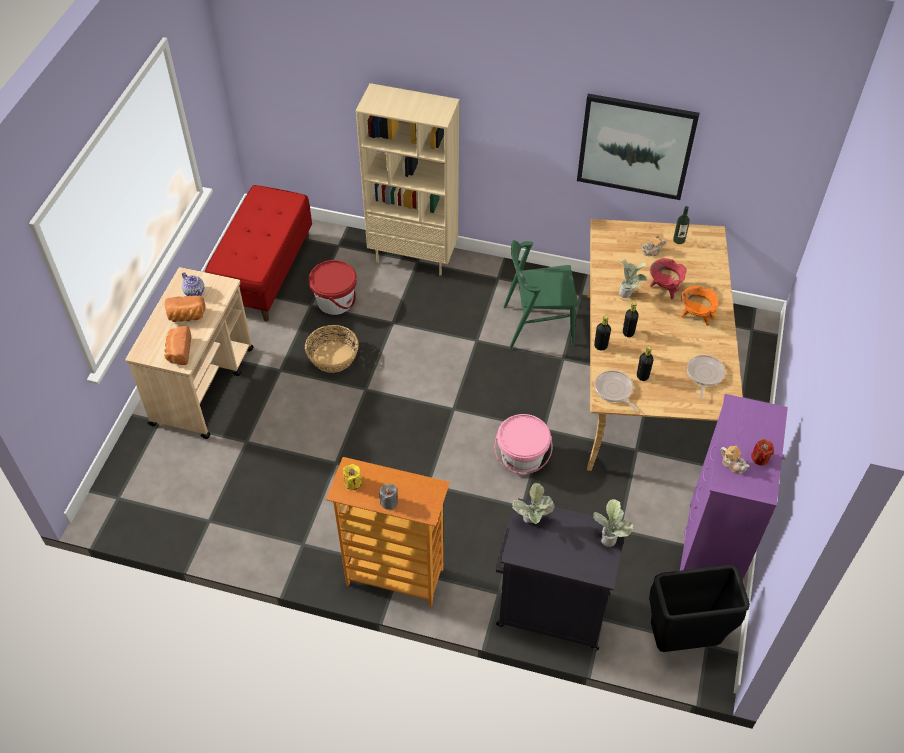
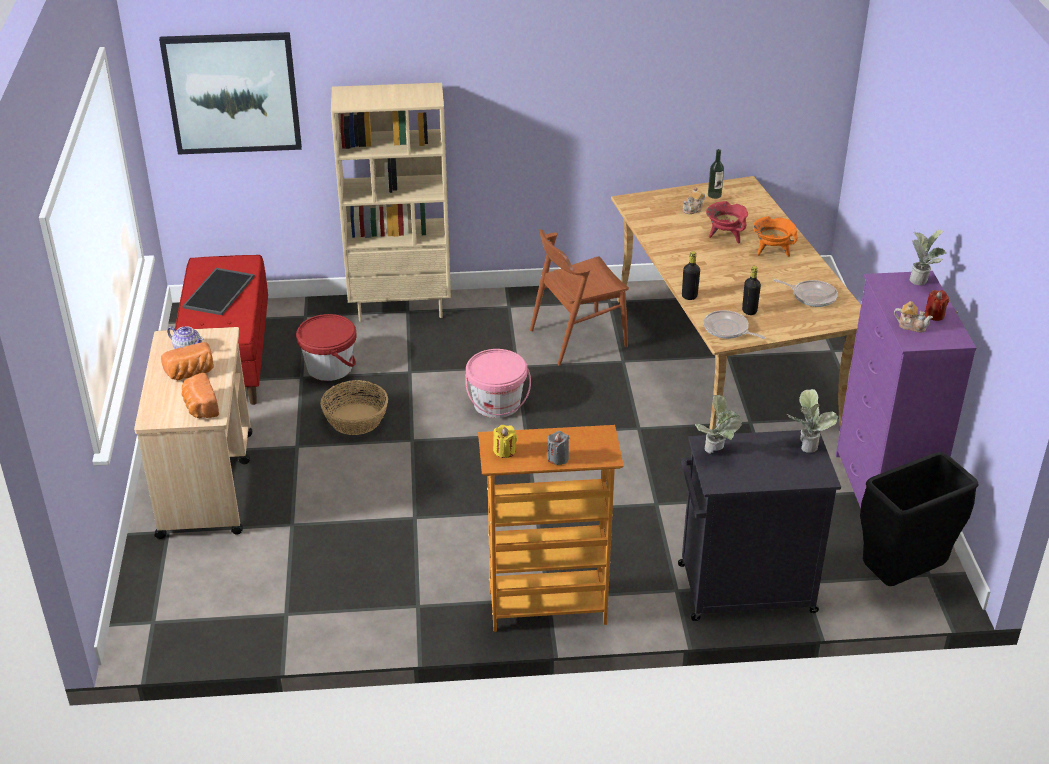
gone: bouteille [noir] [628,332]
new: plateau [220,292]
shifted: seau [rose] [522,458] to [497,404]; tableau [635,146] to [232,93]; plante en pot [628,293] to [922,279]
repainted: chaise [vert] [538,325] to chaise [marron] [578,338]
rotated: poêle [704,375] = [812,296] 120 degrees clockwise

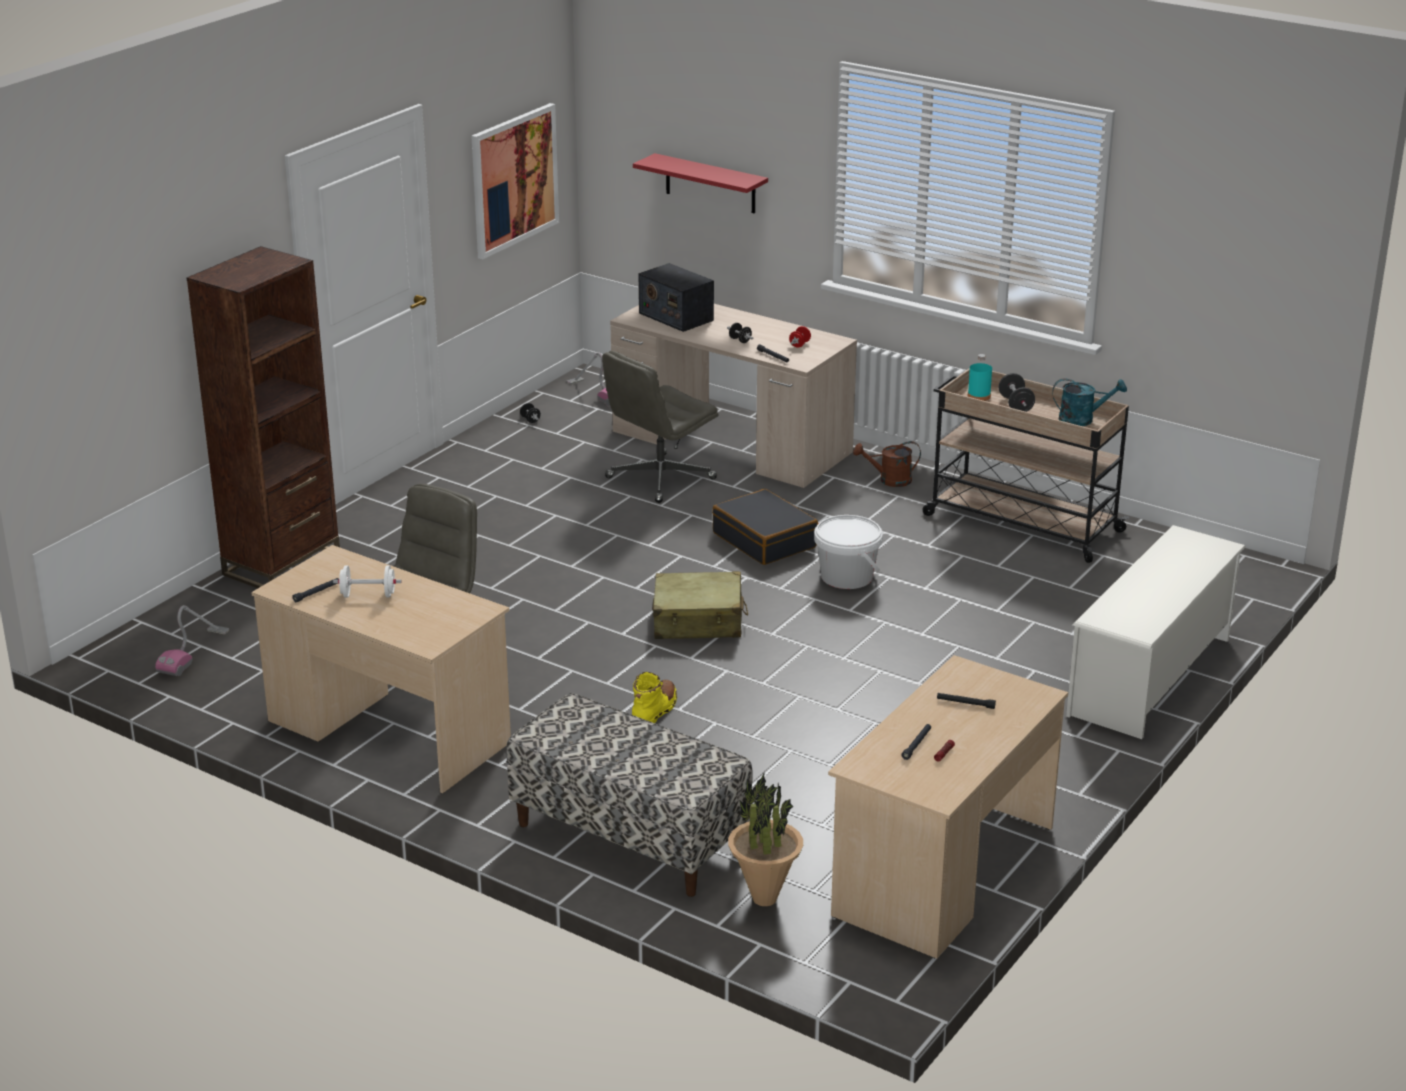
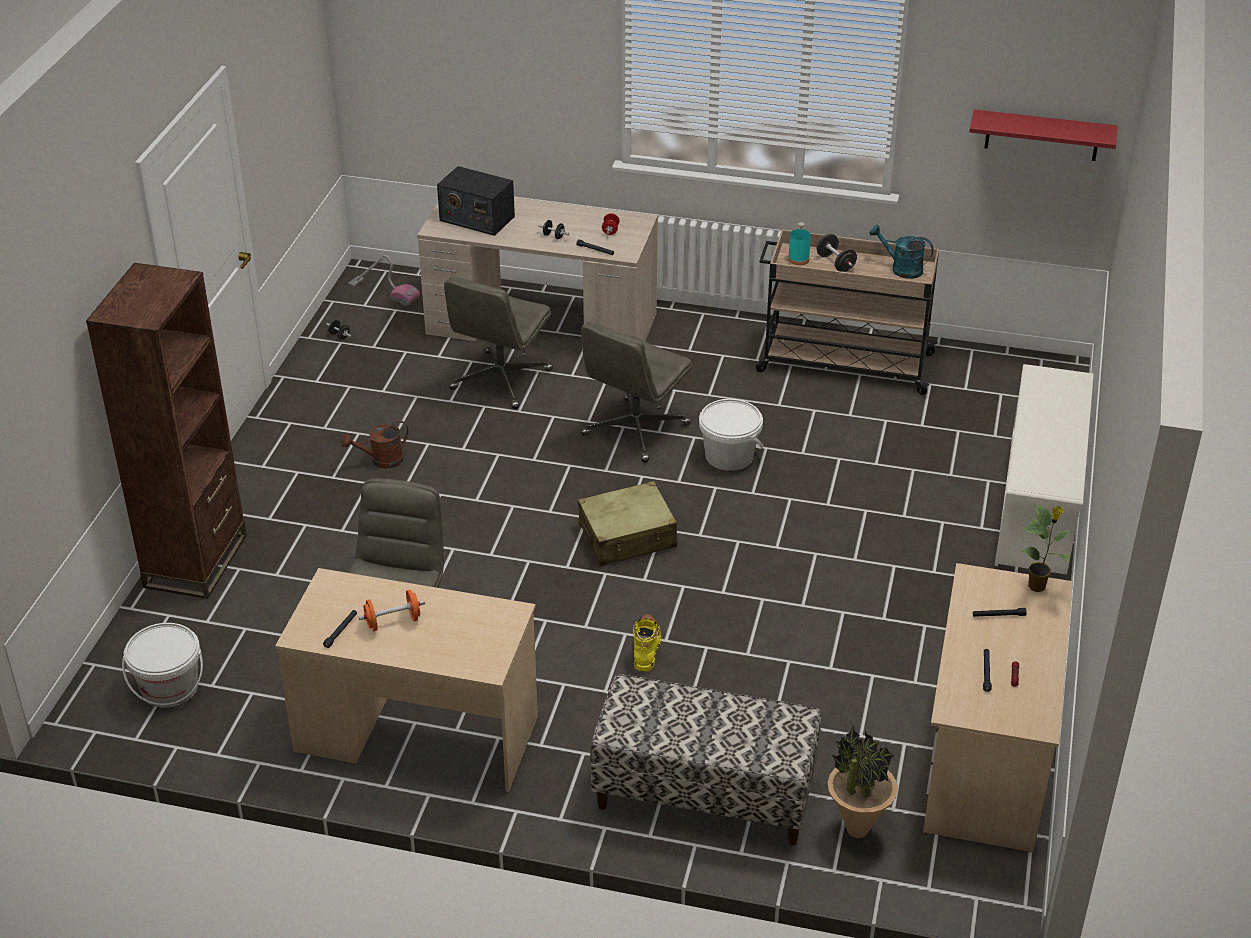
gone: tableau [514,180]
new: plante en pot [1038,586]
shifted: étagère [rouge] [710,184] to [1042,135]; arrosoir [marron] [889,480] to [381,461]
swapped: aspirateur [193,652] to seau [blanc] [169,688]; valise [noir] [765,540] to chaise de bureau [gris] [635,431]
repainted: haltère [blanc] [368,595] to haltère [orange] [393,622]
rotated: arrosoir [turquoise] [1082,419] = [901,269] 135 degrees counterclockwise

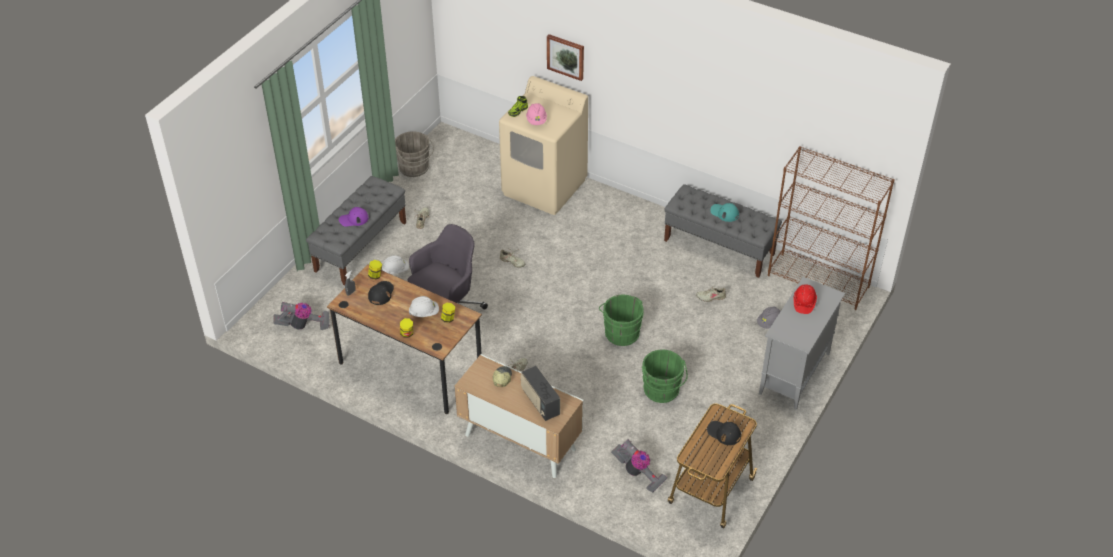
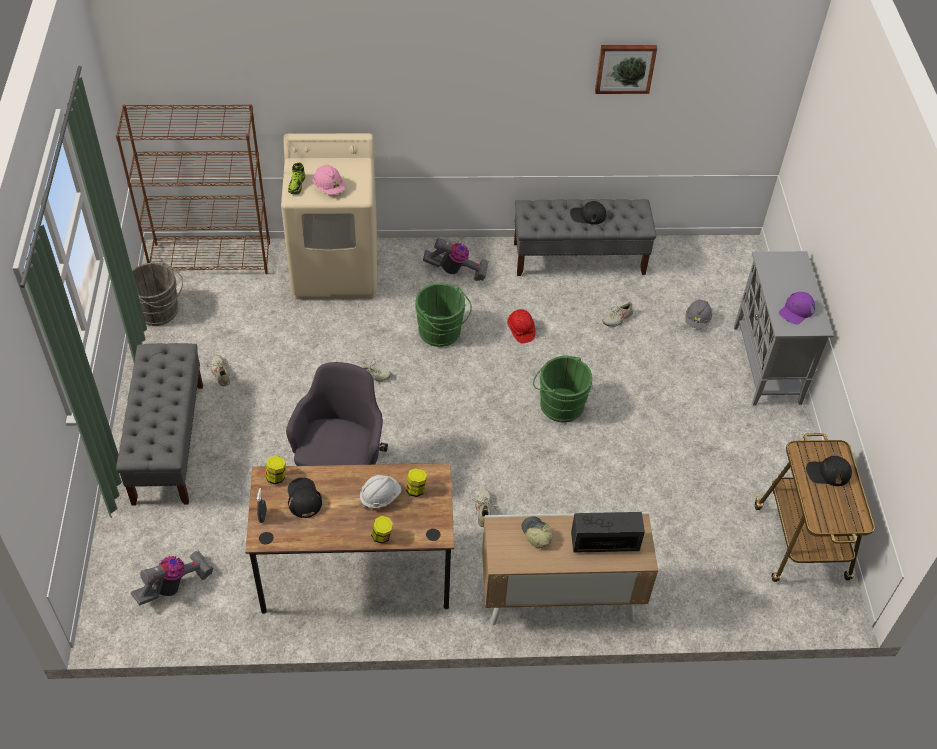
gone: casque de chantier [blanc] [396,270]
shifted: casquette [violet] [353,219] to [796,310]; tableau [566,56] to [625,68]; aspirateur [638,473] to [456,271]; seau [vert] [661,391] to [441,333]; bibliothèque [marron] [819,281] to [211,258]; casque de chantier [rouge] [803,303] to [520,330]
repainted: casquette [turquoise] [724,213] to casquette [noir] [587,215]
rotated: radio [540,402] = [605,542] 150 degrees clockwise

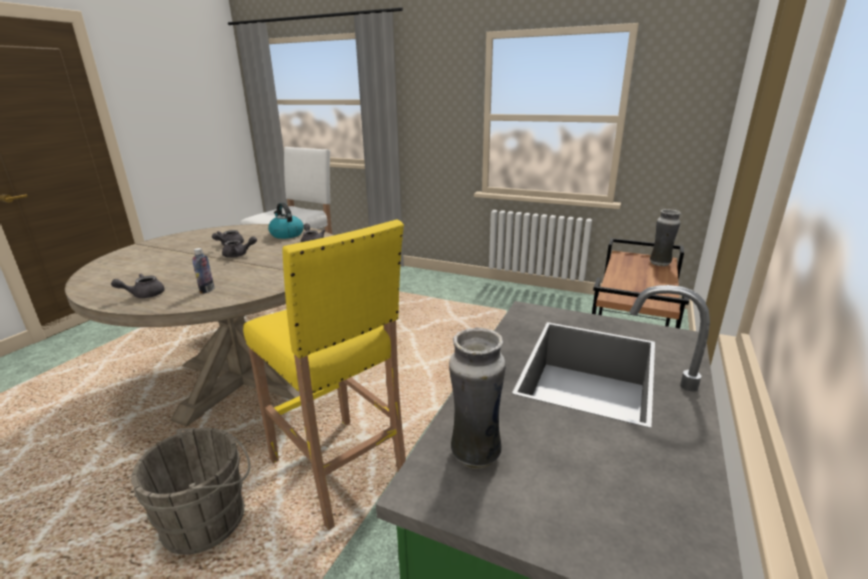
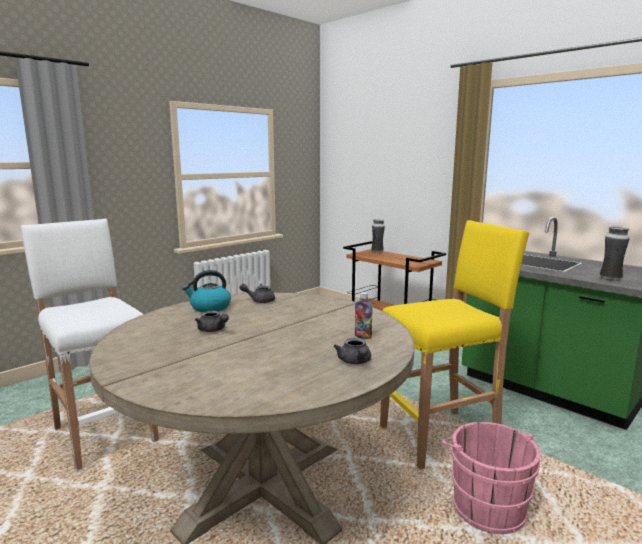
gone: théière [gris] [239,255]
repainted: seau [gris] [210,519] to seau [rose] [486,506]

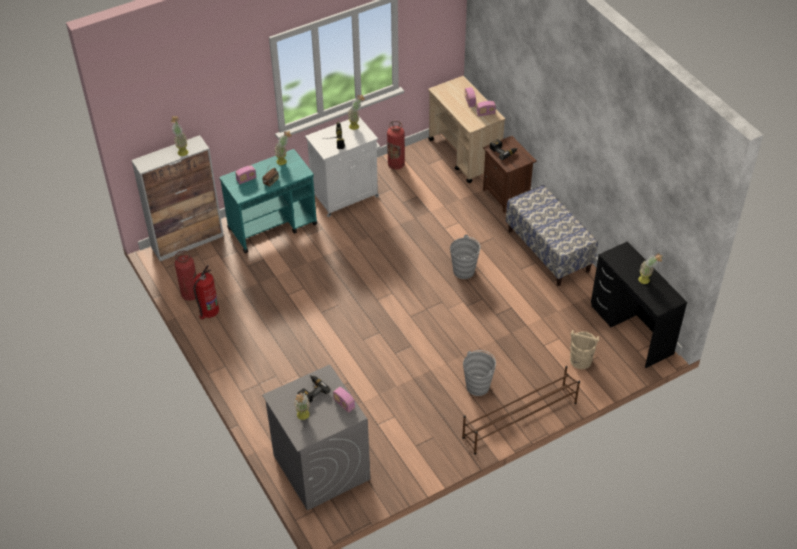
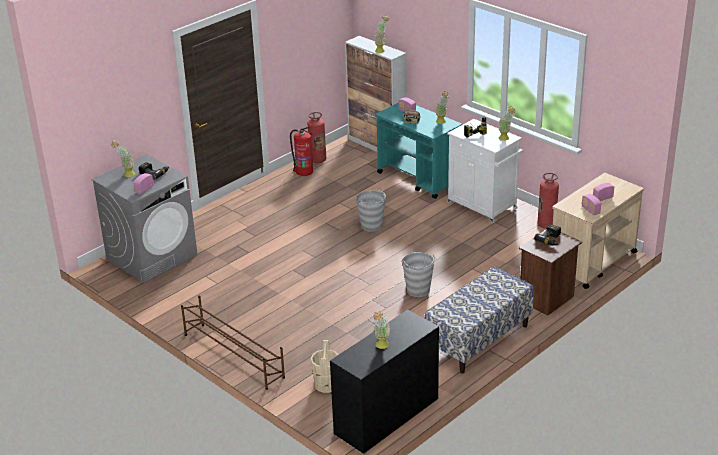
shifted: seau [gris] [478,386] to [371,226]

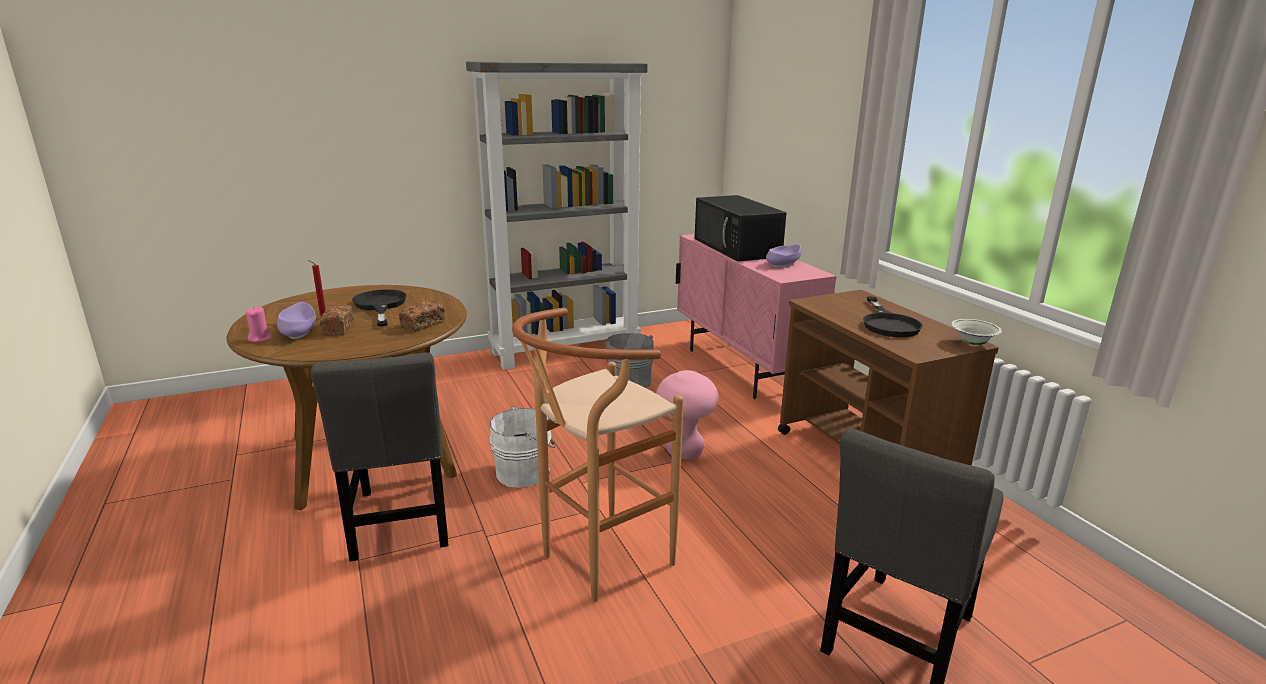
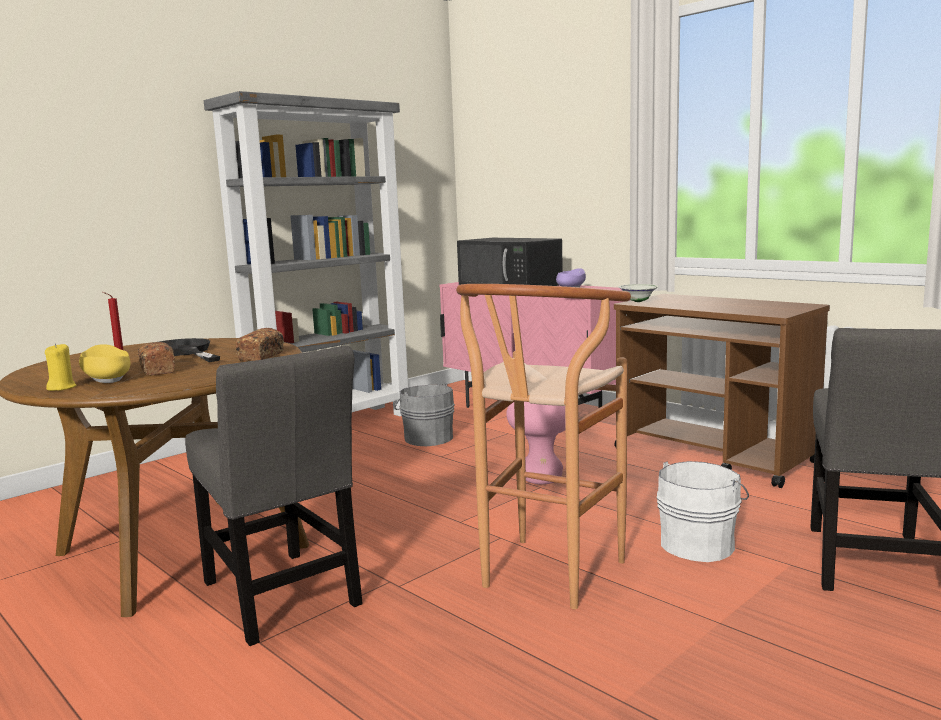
gone: poêle [noir] [888,323]
shifted: seau [blanc] [525,472] to [699,544]; bol [blanc] [972,343] to [638,301]
repainted: bougie [rose] [260,338] to bougie [jaune] [62,388]; bol [violet] [298,331] to bol [jaune] [106,378]

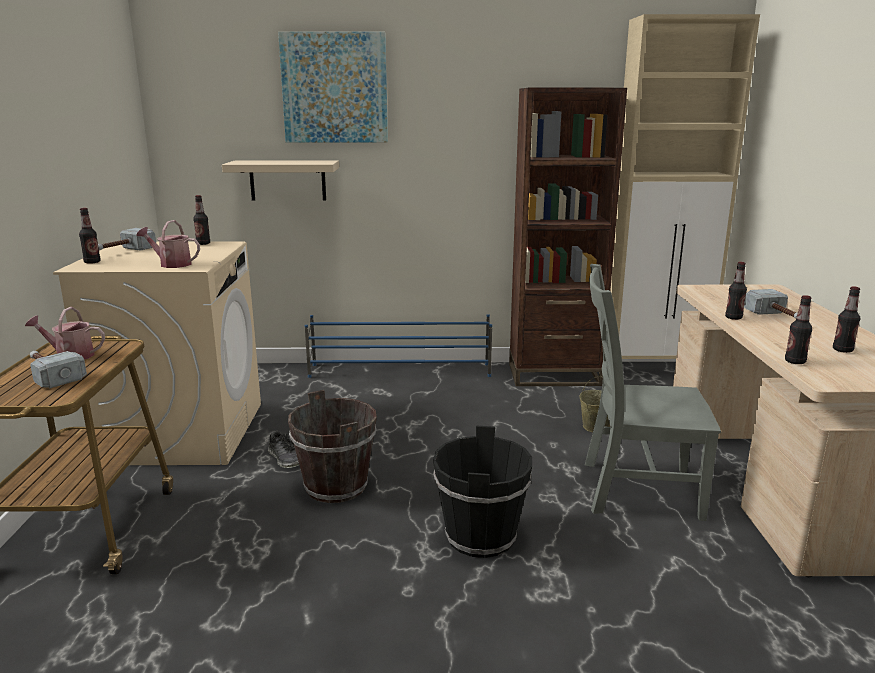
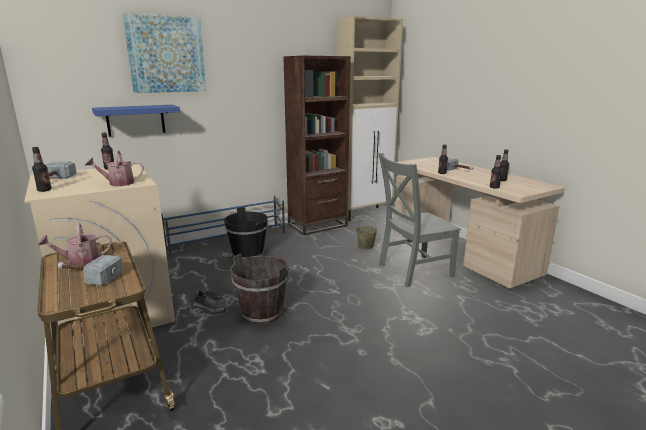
shifted: seau [noir] [481,537] to [248,255]
repainted: étagère [beige] [287,180] to étagère [bleu] [135,120]

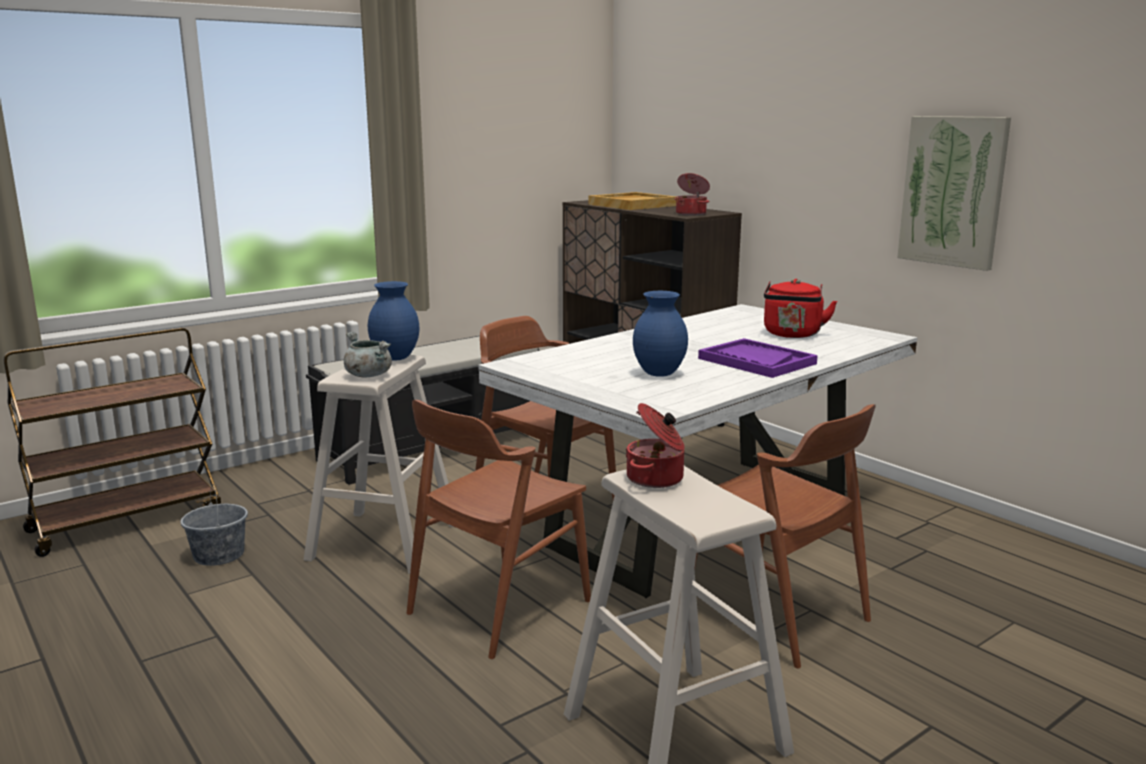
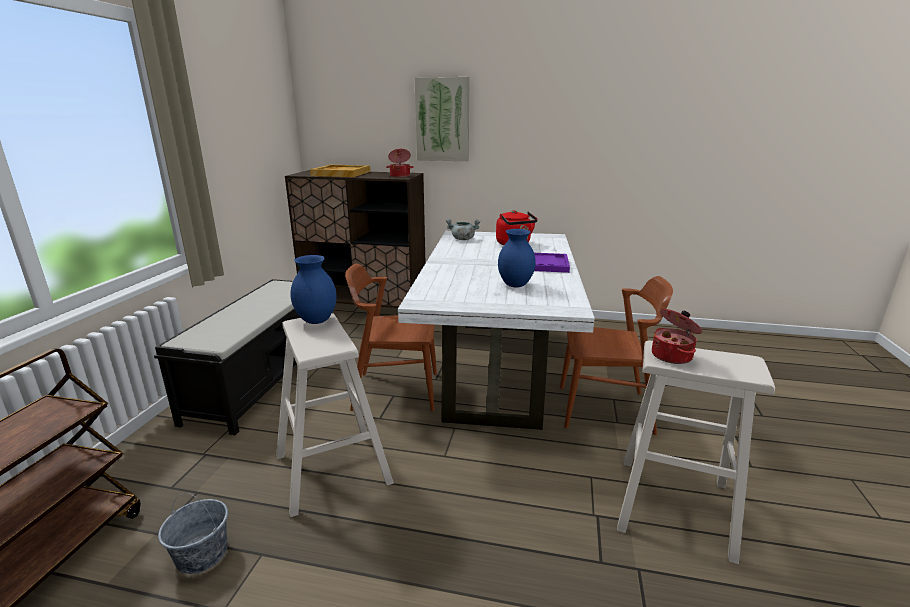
gone: chaise [marron] [498,606]
shifted: marmite [gris] [368,375] to [462,239]; tableau [953,191] to [442,120]

